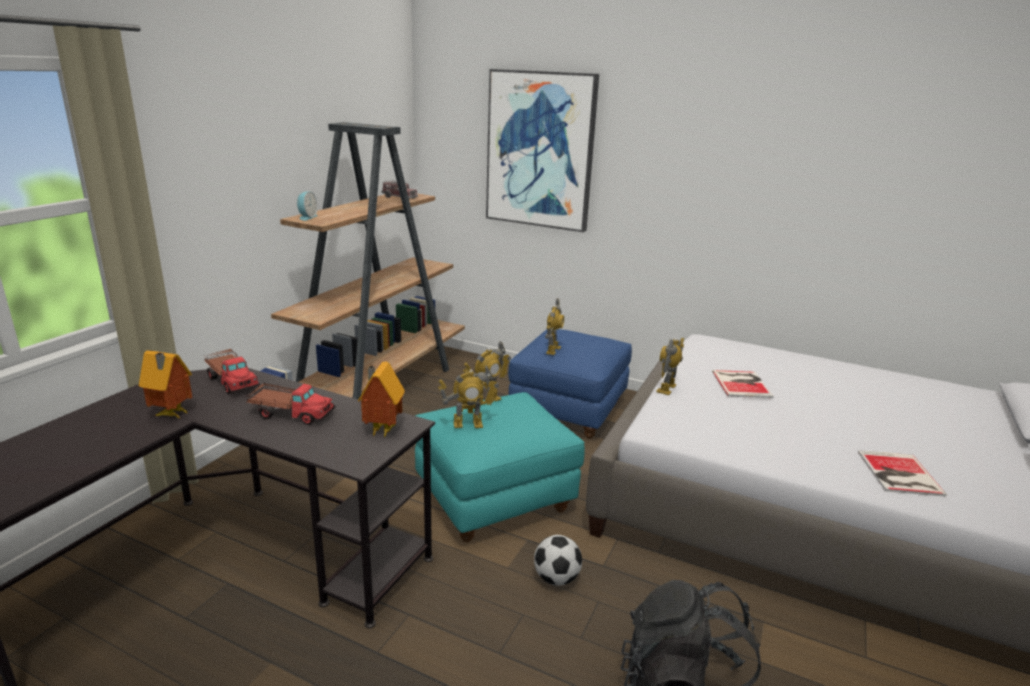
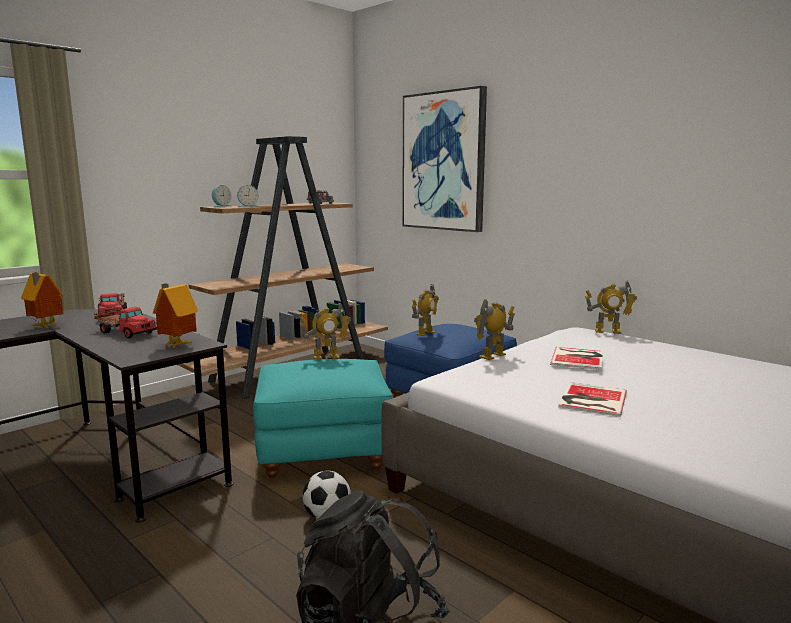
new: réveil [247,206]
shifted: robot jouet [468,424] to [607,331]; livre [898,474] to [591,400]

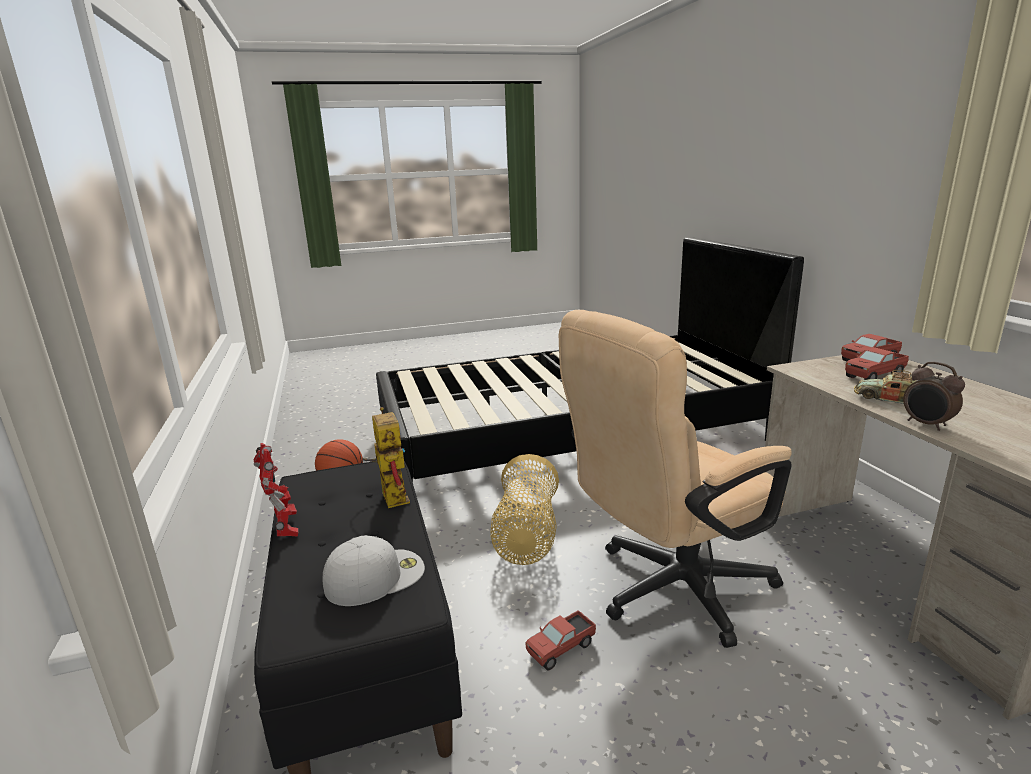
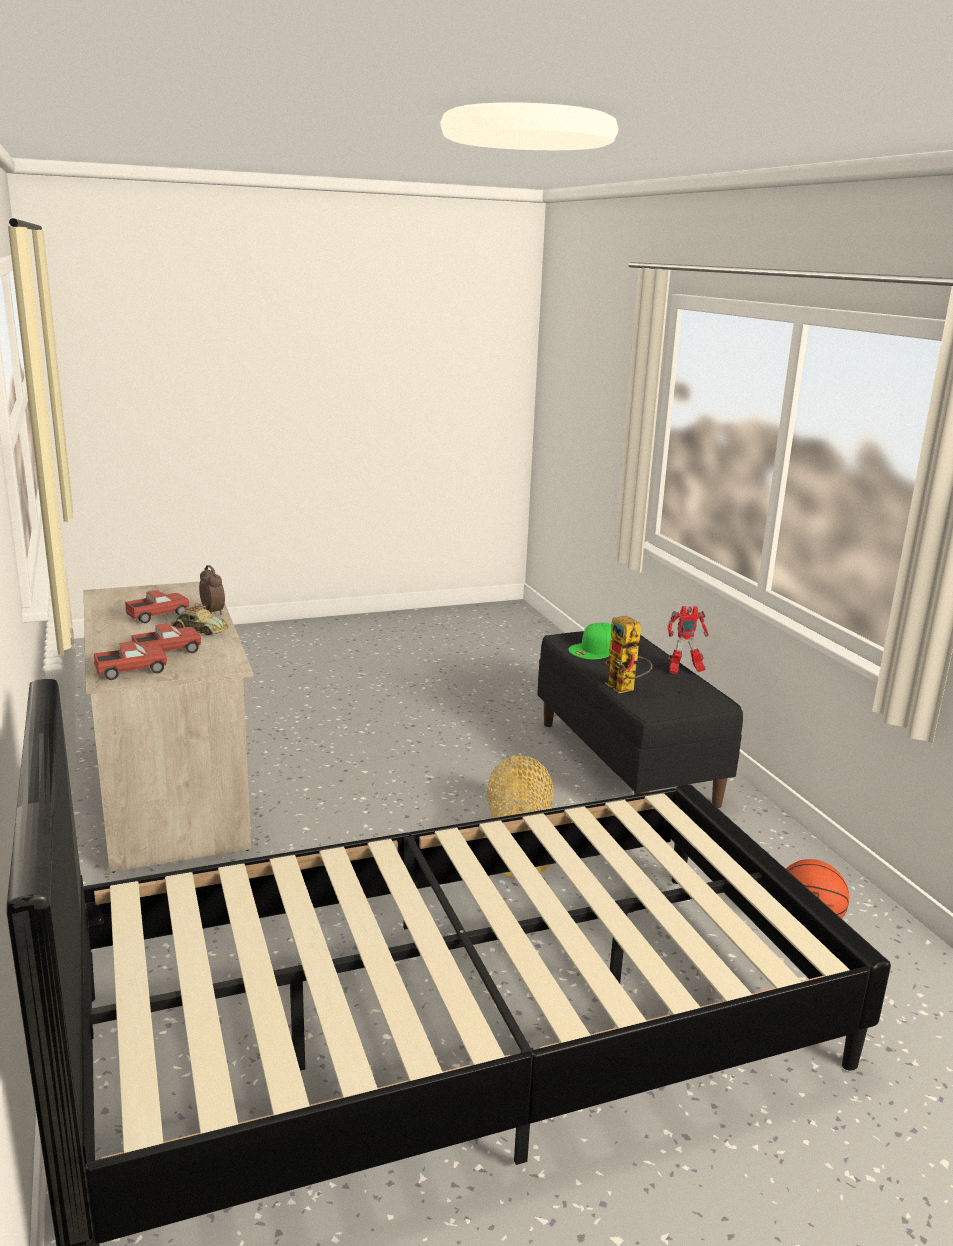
gone: chaise de bureau [beige] [668,590]
shifted: camion jouet [561,649] to [158,616]
repainted: casquette [blanc] [375,576] to casquette [vert] [597,650]
rotated: robot jouet [286,529] = [683,671] 60 degrees counterclockwise

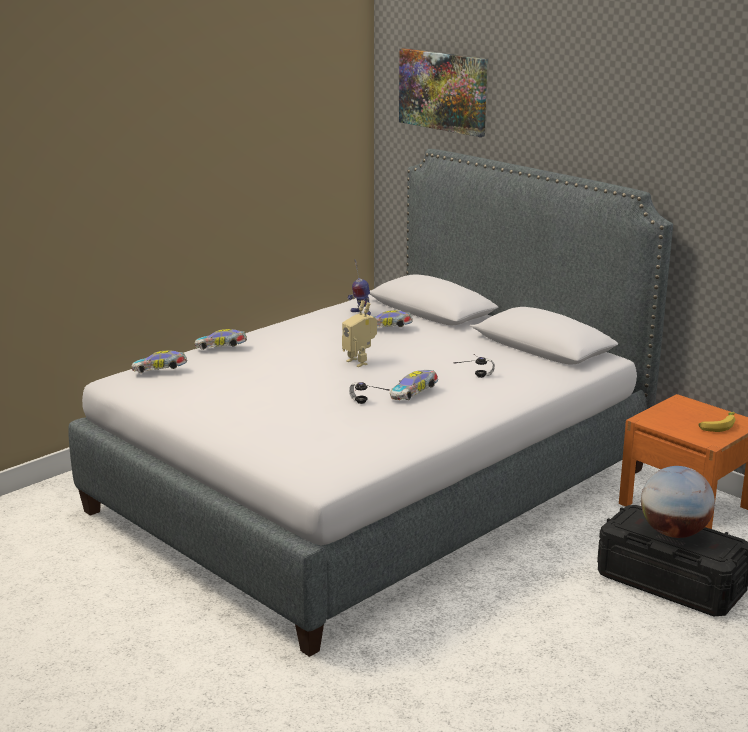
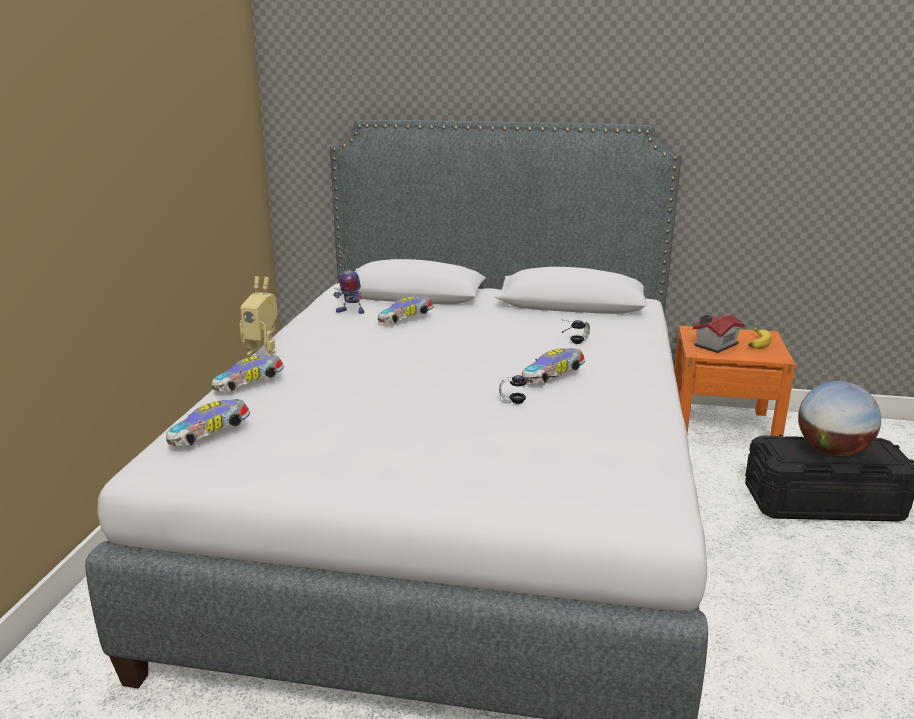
gone: tableau [443,91]
new: maison miniature [714,344]
shifted: robot jouet [360,362] to [263,352]
rotated: petite voiture [414,394] = [553,377] 45 degrees clockwise

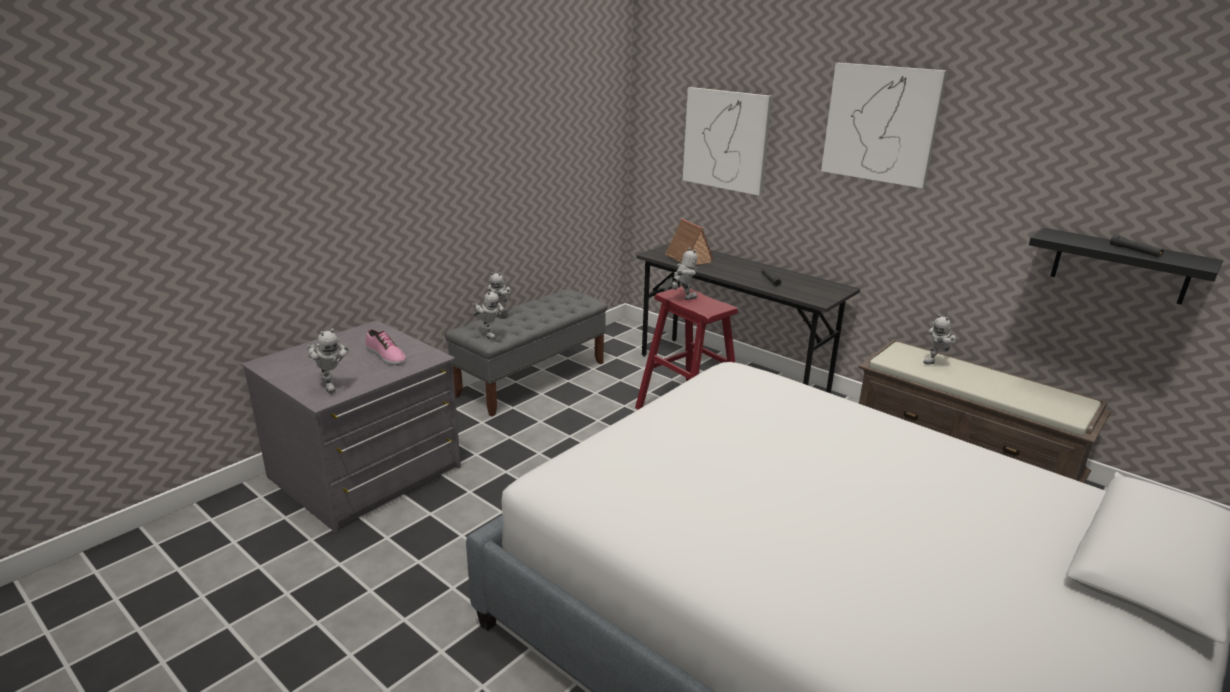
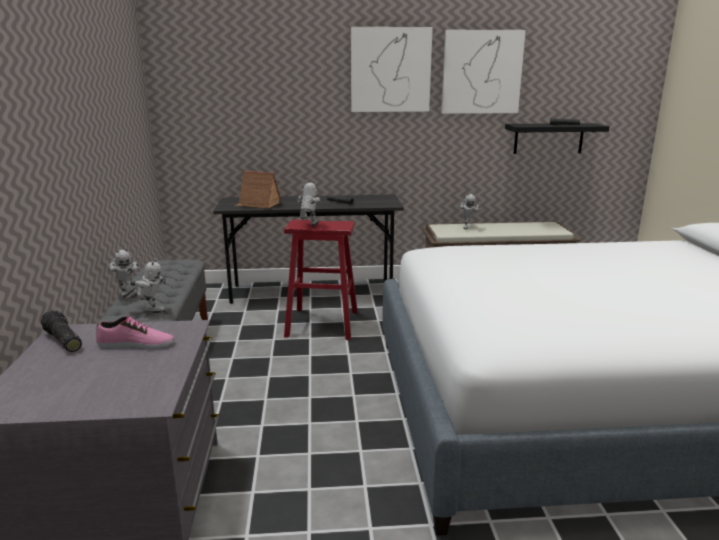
gone: robot jouet [331,385]
new: lampe de poche [62,341]
shifted: tableau [726,140] to [481,72]

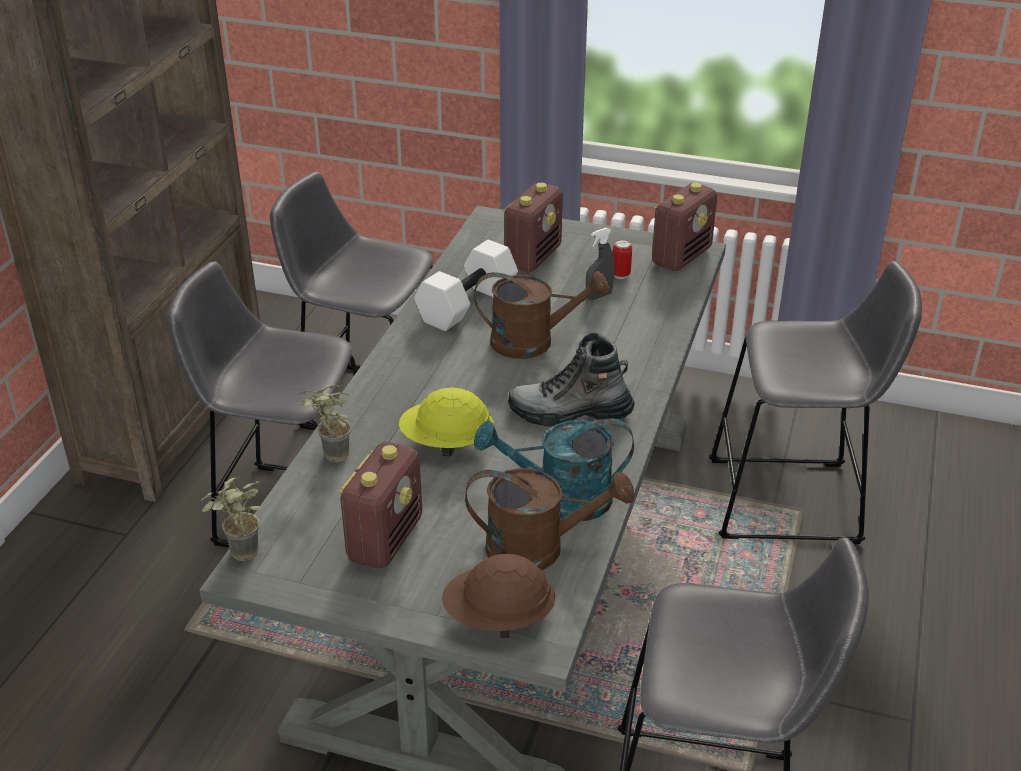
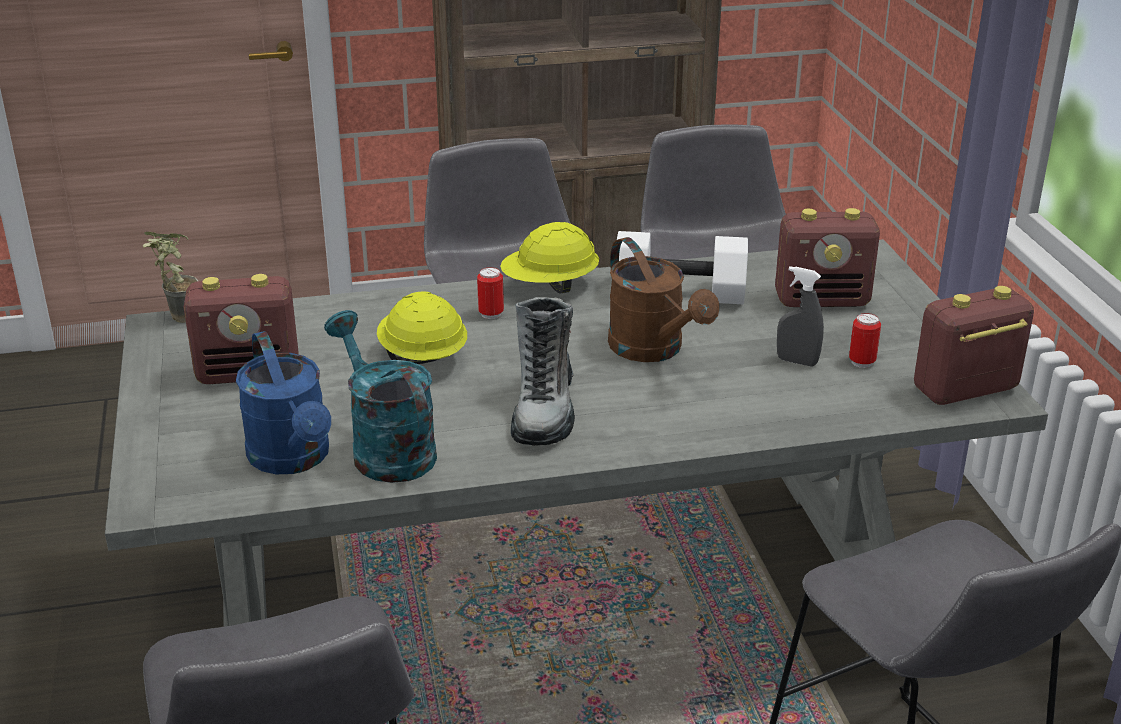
gone: plante en pot [330,458]; casque de chantier [marron] [498,618]
new: boîte métallique [491,314]; casque de chantier [jaune] [550,287]
repainted: arrosoir [marron] [539,549] to arrosoir [bleu] [294,459]
rotated: botte [570,413] = [544,410] 150 degrees counterclockwise; radio [681,256] = [964,390] 150 degrees clockwise

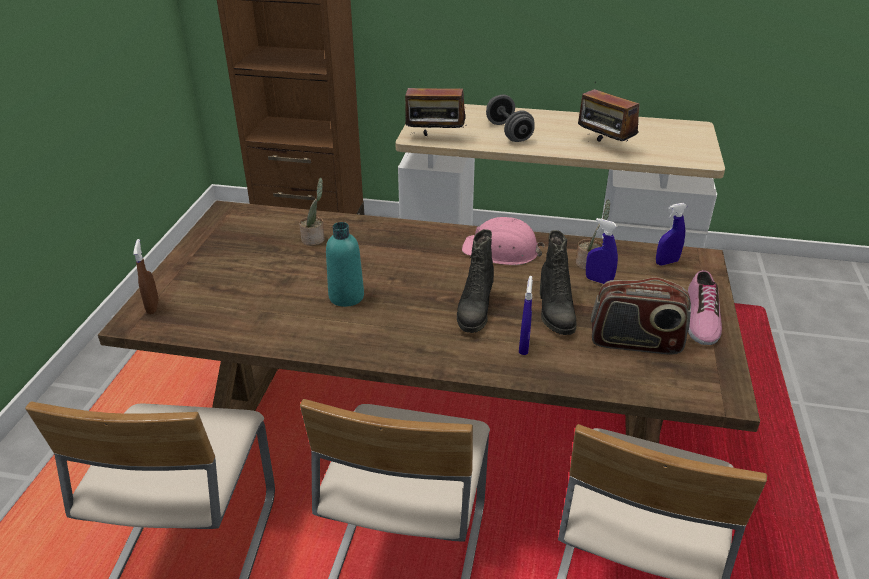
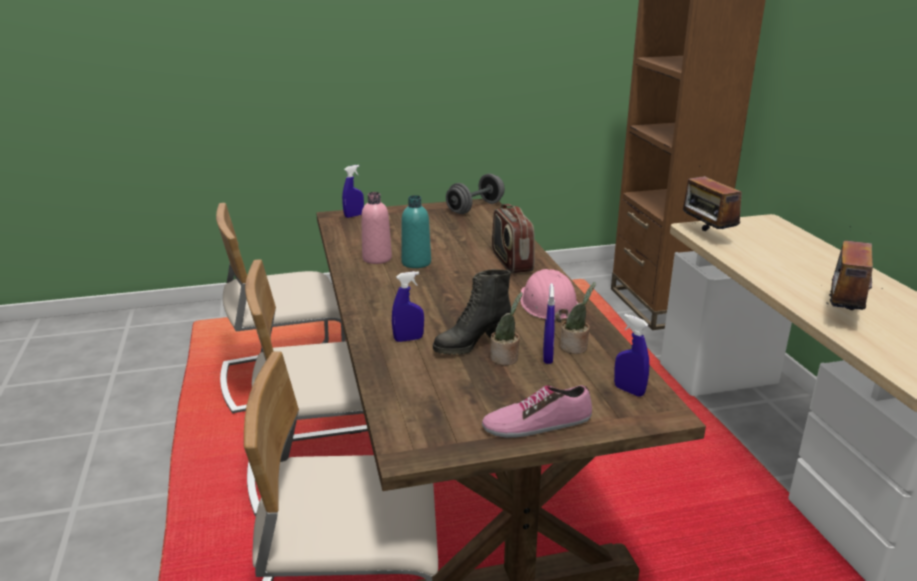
gone: botte [noir] [474,311]
new: bouteille [rose] [377,258]
shifted: plante en pot [314,239] to [506,359]; haltère [gris] [508,132] to [475,208]; radio [635,342] to [511,261]
repainted: vaporisateur [marron] [152,306] to vaporisateur [bleu] [354,215]

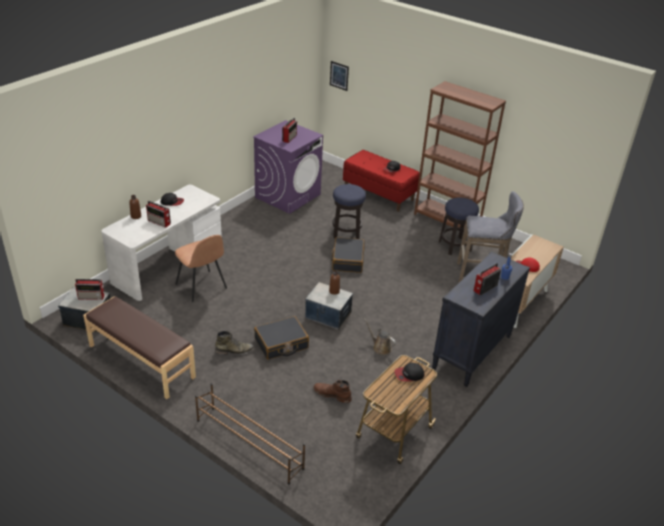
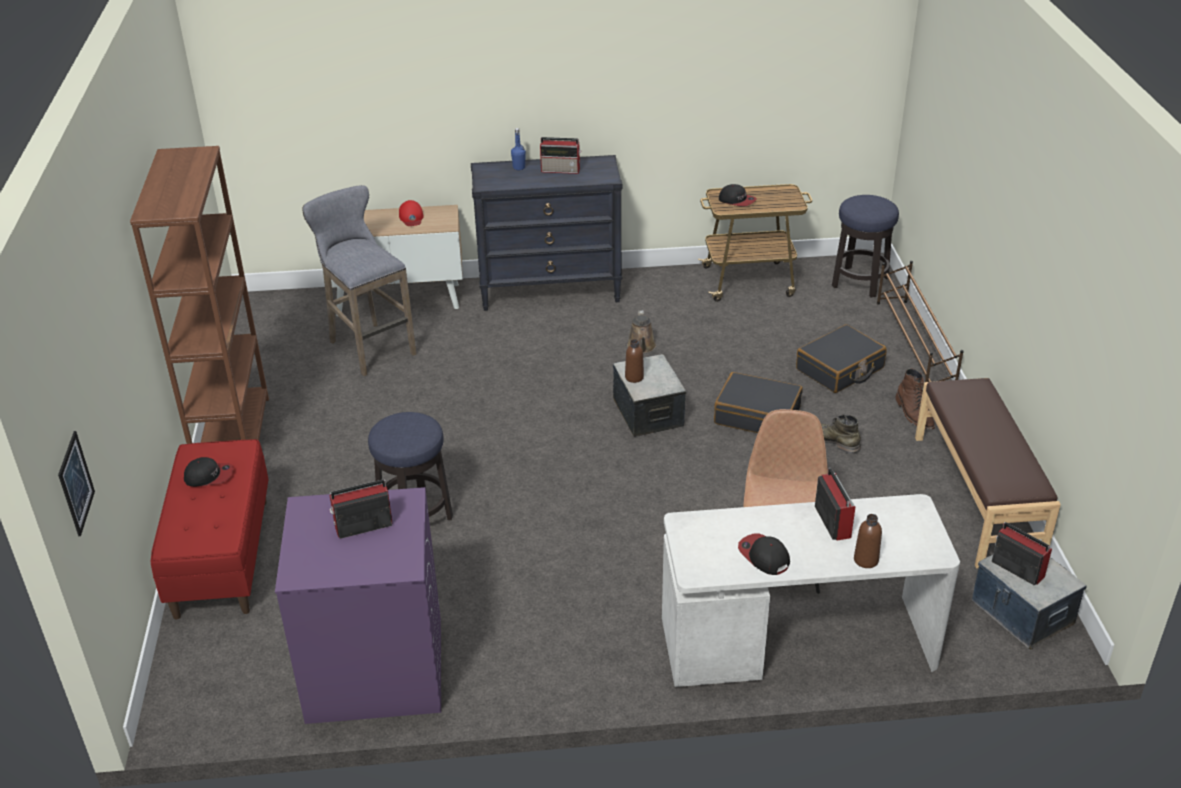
shifted: botte [marron] [332,394] to [914,414]; valise [noir] [347,260] to [840,369]; tabouret [455,246] to [860,282]

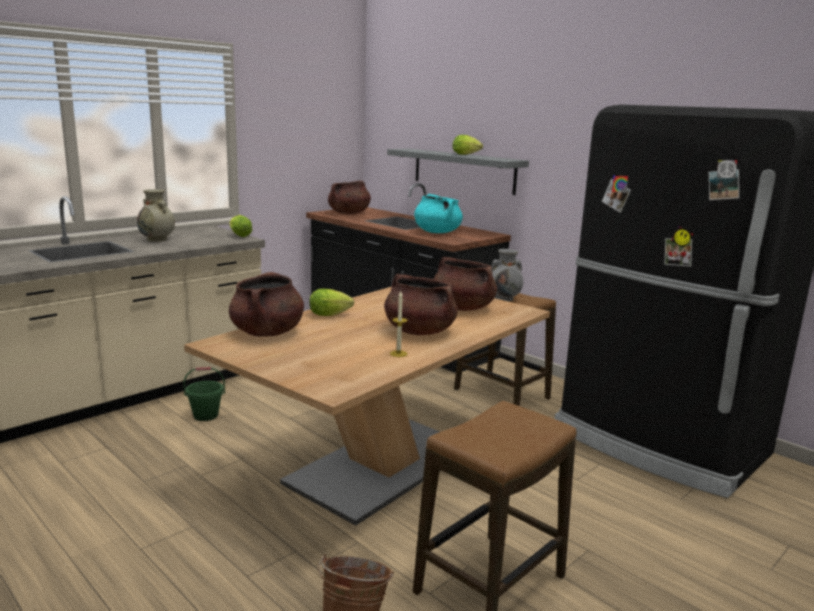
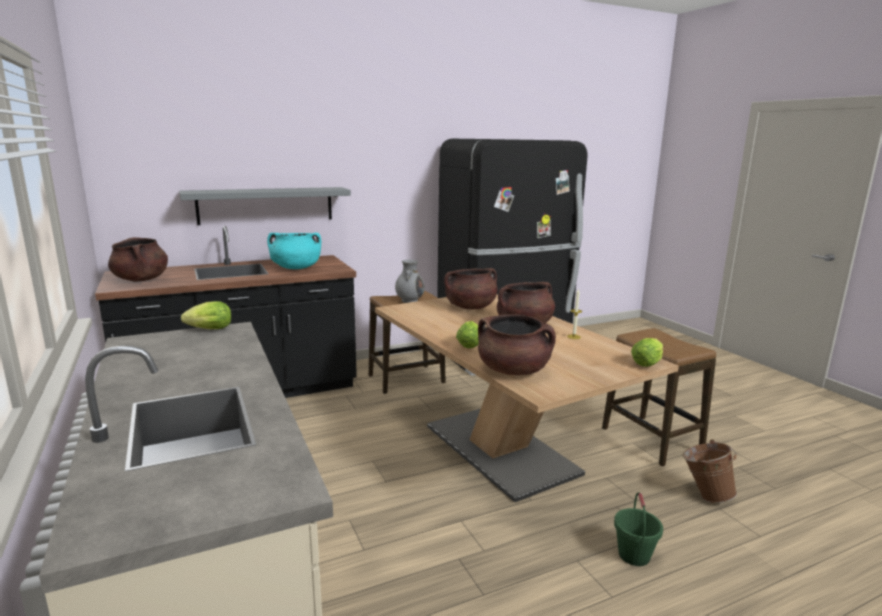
gone: vase [beige] [157,239]
shifted: seau [vert] [205,415] to [634,555]; laitue [467,155] to [648,363]

